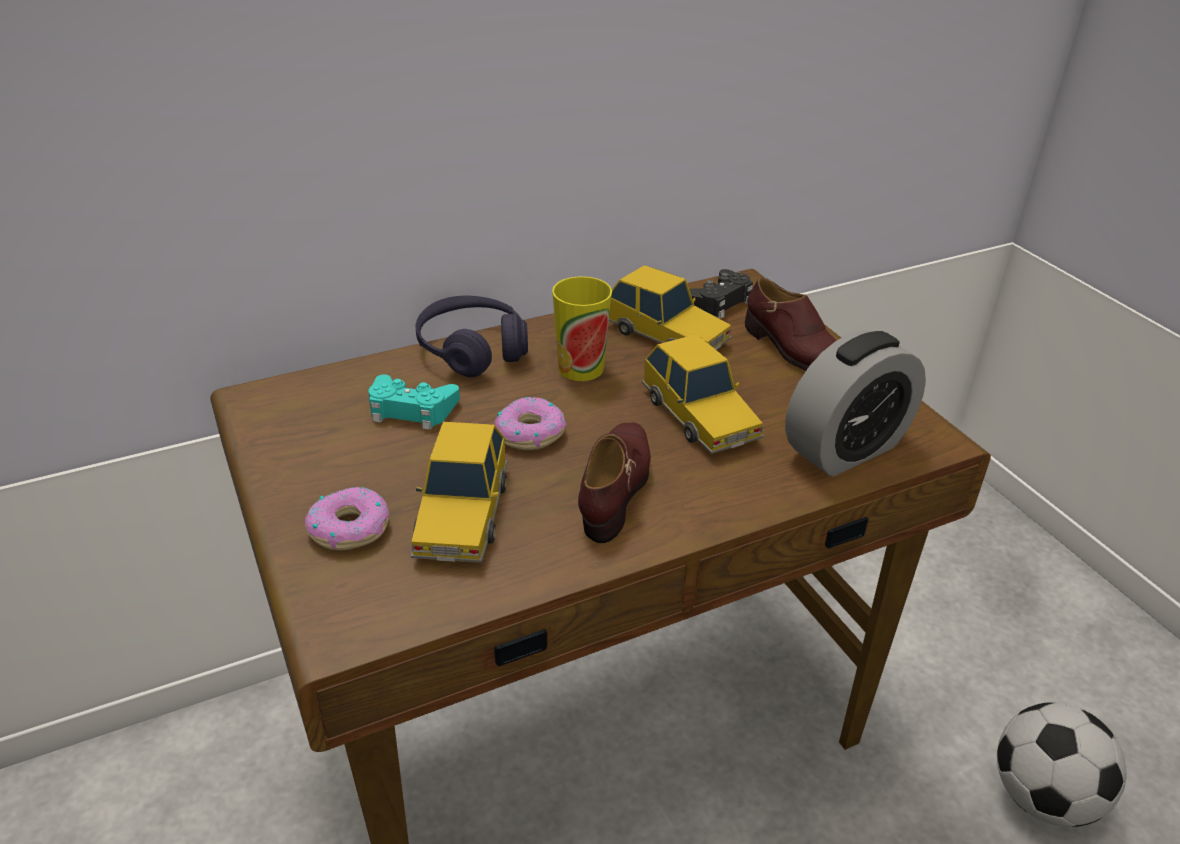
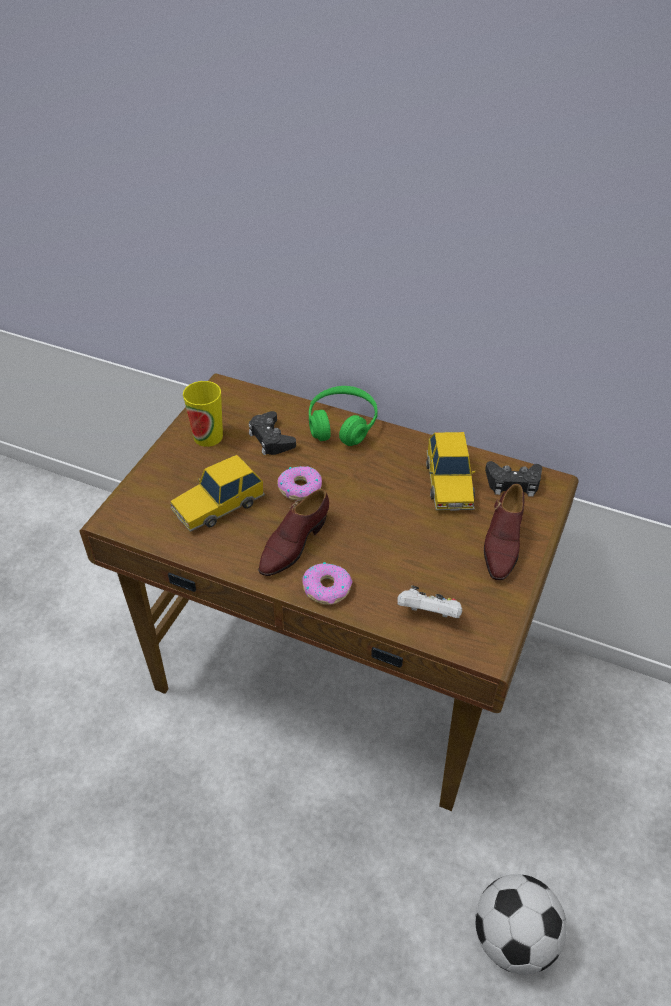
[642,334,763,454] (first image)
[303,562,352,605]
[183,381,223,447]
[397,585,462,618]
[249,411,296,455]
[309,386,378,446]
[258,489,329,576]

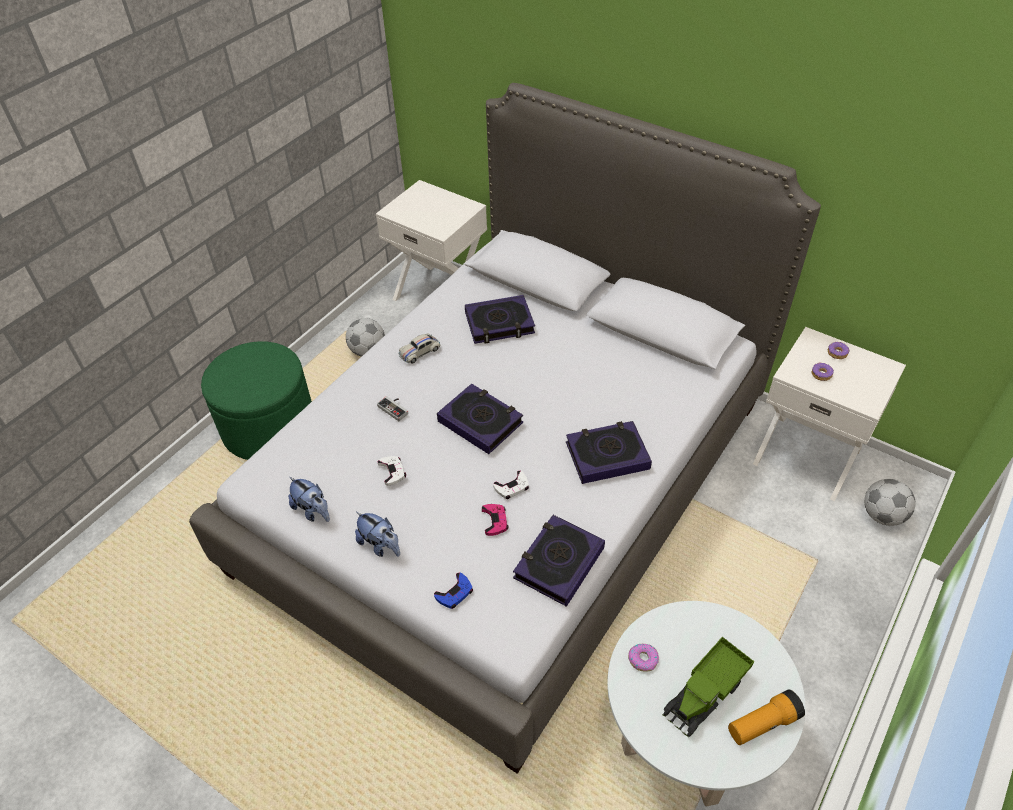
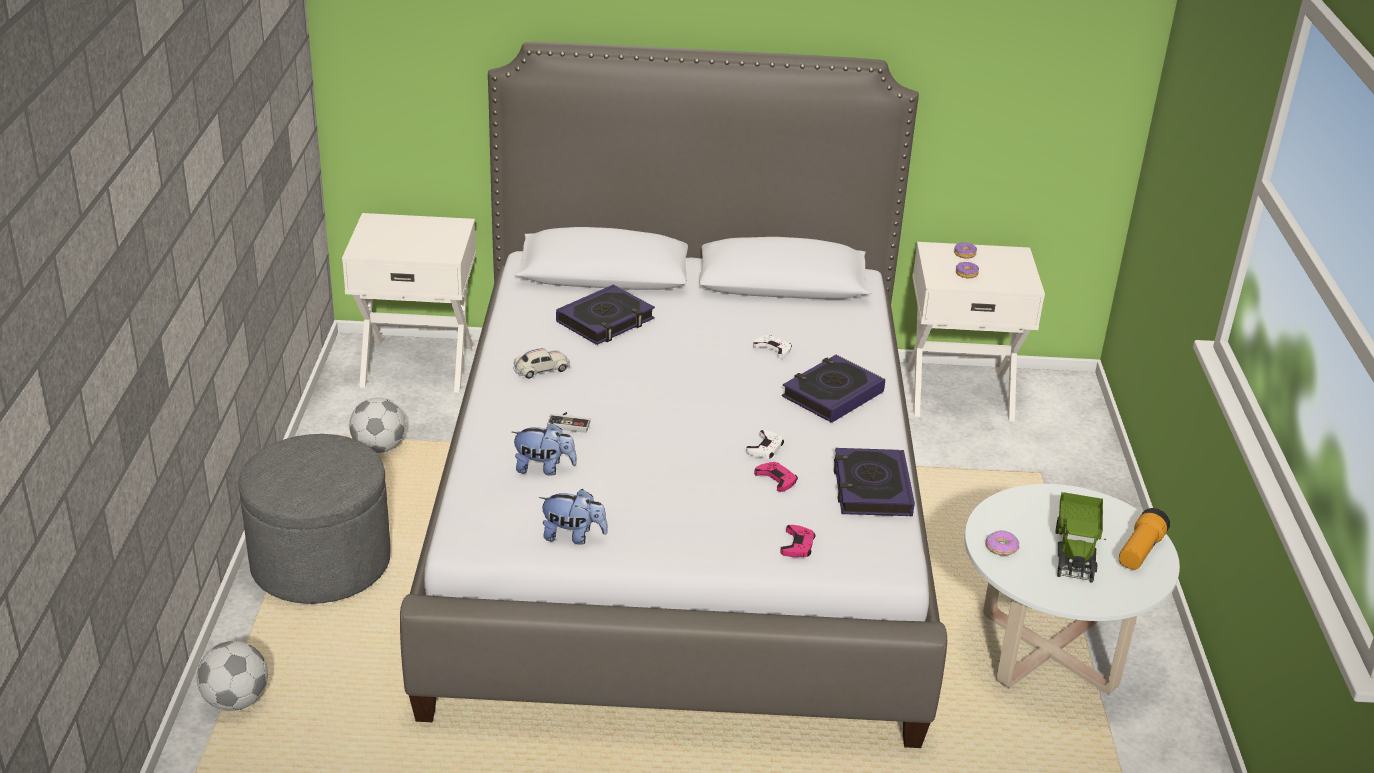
[437,384,523,454] (first image)
[511,423,577,476]
[753,335,792,358]
[197,641,268,711]
[238,434,391,604]
[780,525,815,557]
[513,348,570,379]

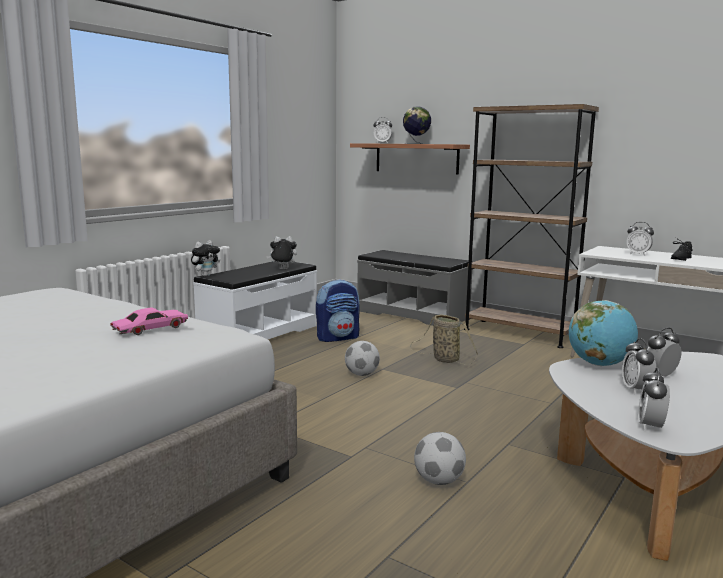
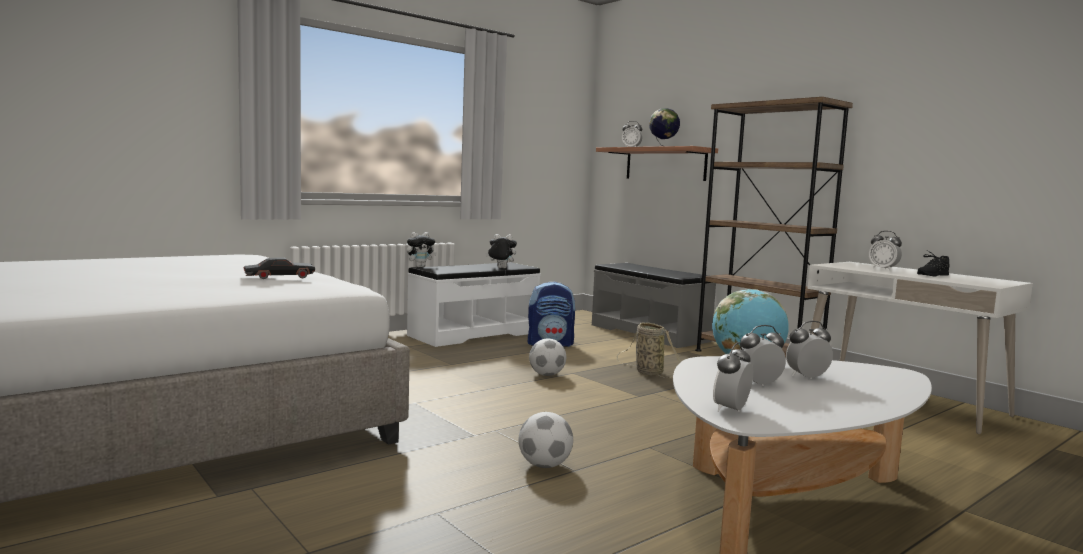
[244,257,315,279]
[740,325,786,386]

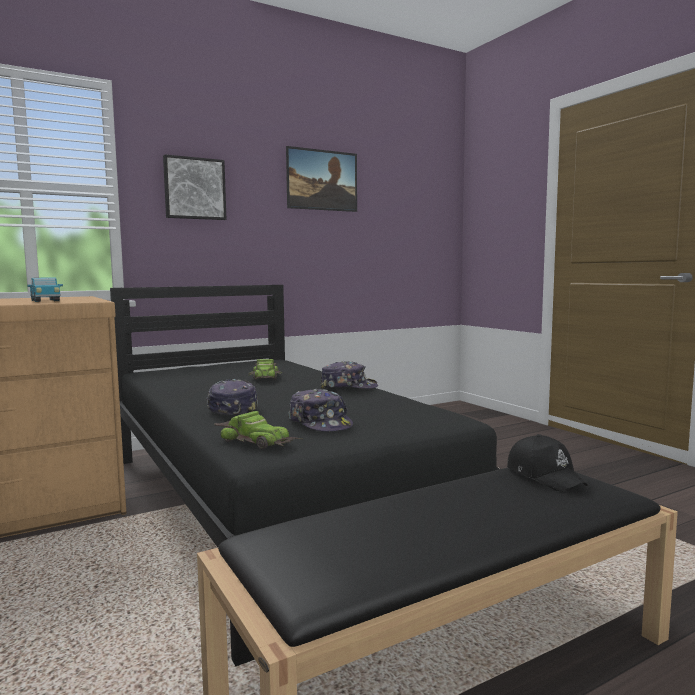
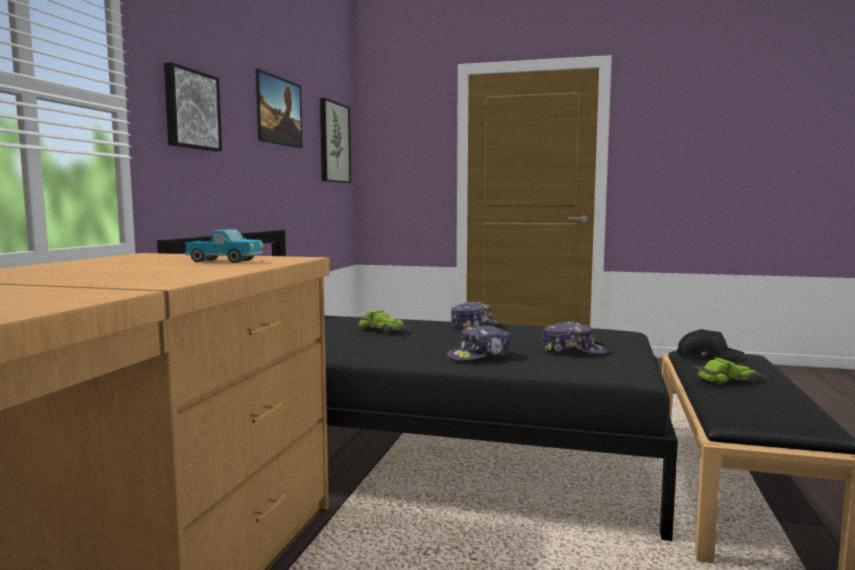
[320,98,351,183]
[692,358,769,385]
[447,325,511,361]

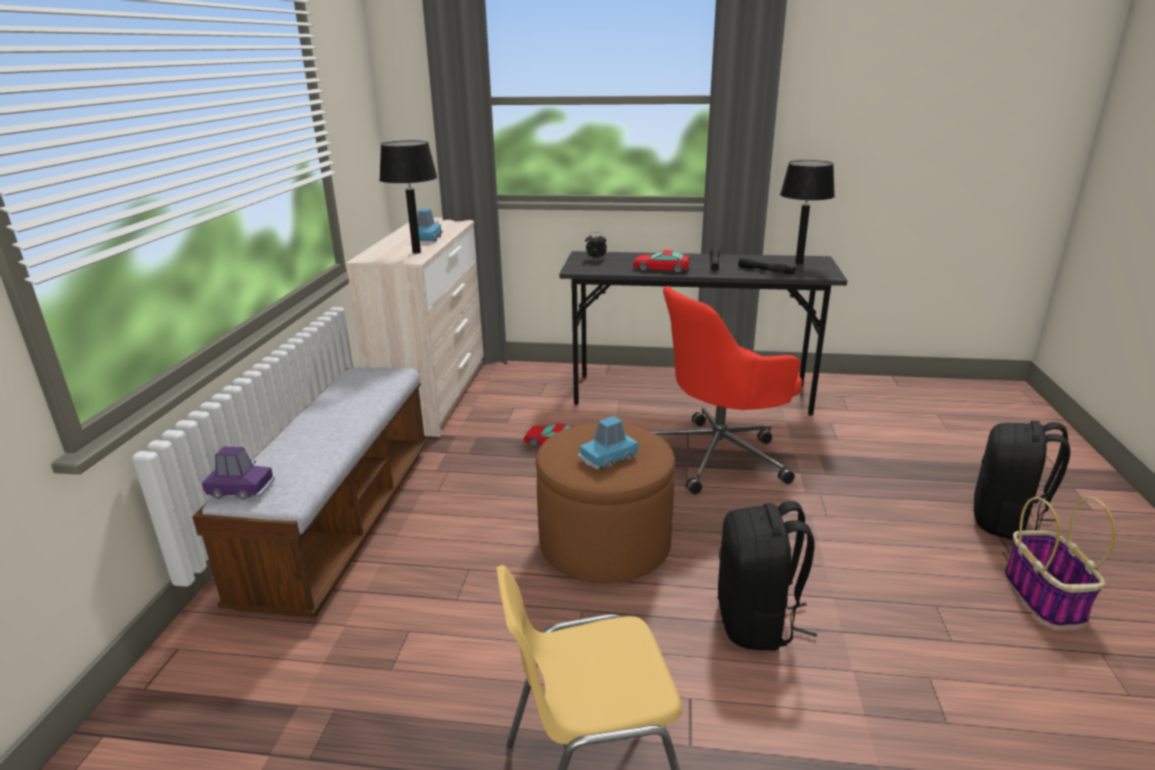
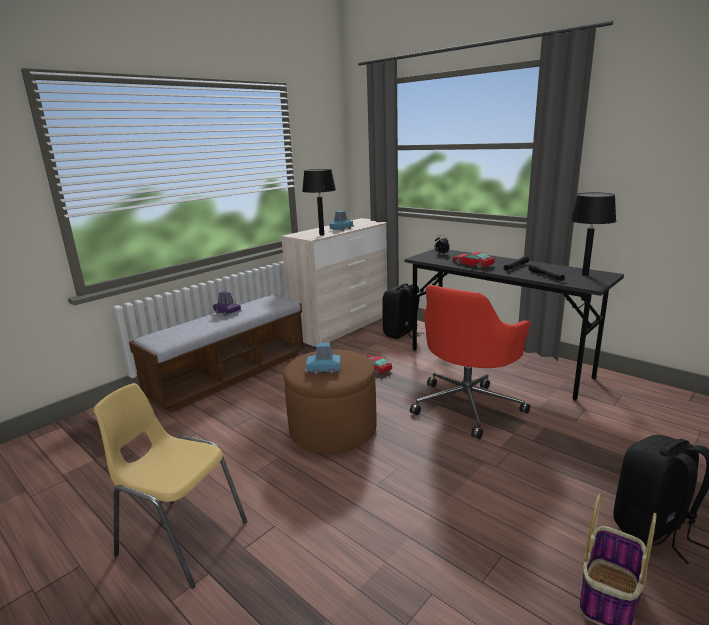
[213,291,242,316]
[382,284,424,339]
[410,285,530,439]

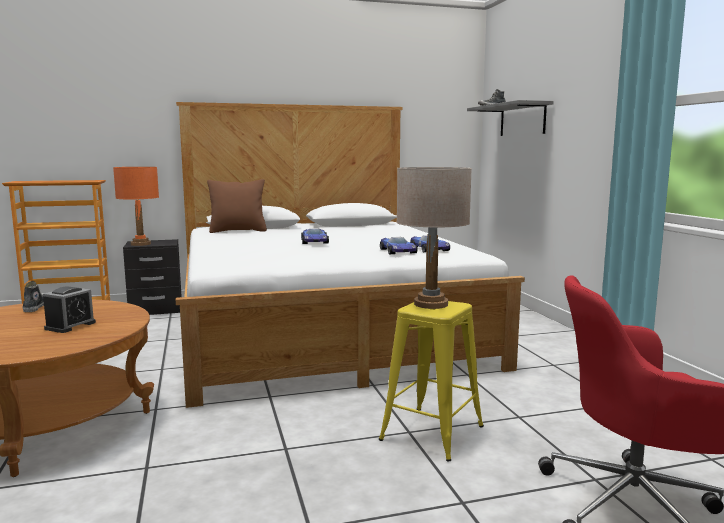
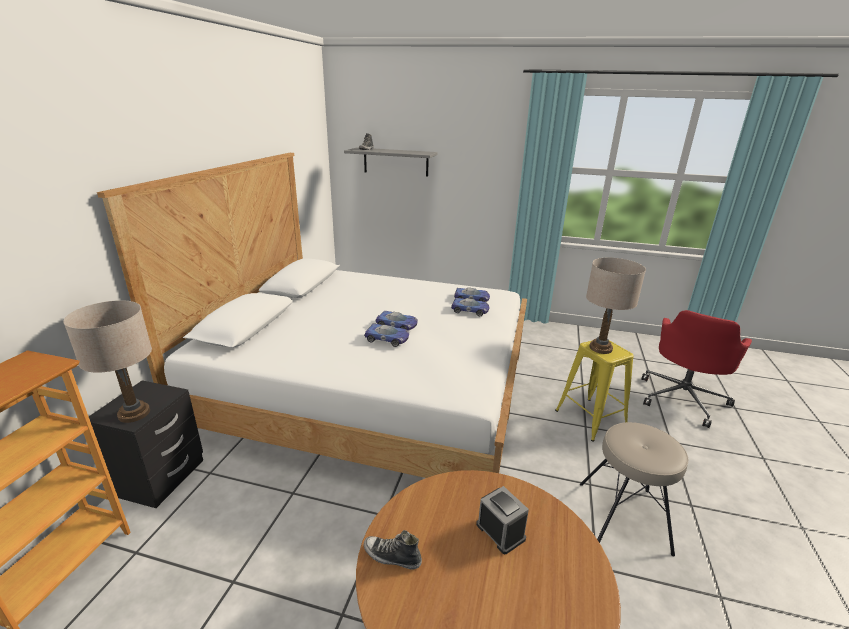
[207,179,267,233] (first image)
[364,324,409,347]
[580,422,688,556]
[63,300,152,423]

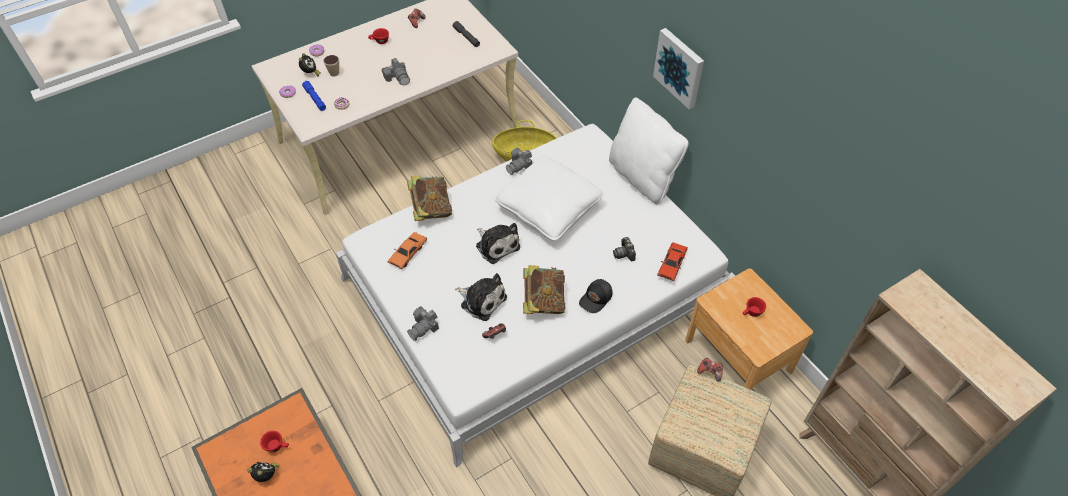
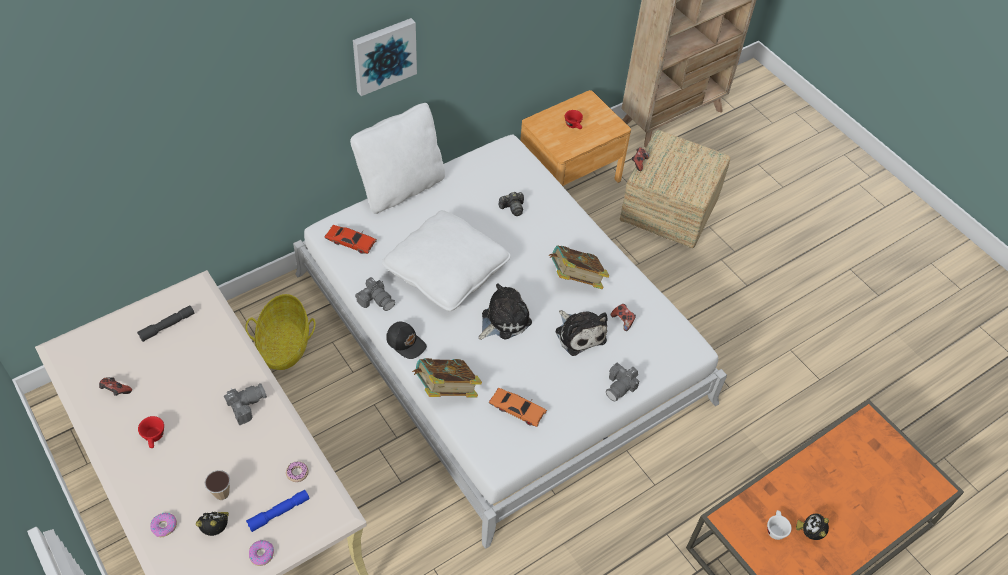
[386,322,427,359]
[324,225,377,254]
[767,510,792,540]
[606,362,639,402]
[555,310,607,356]

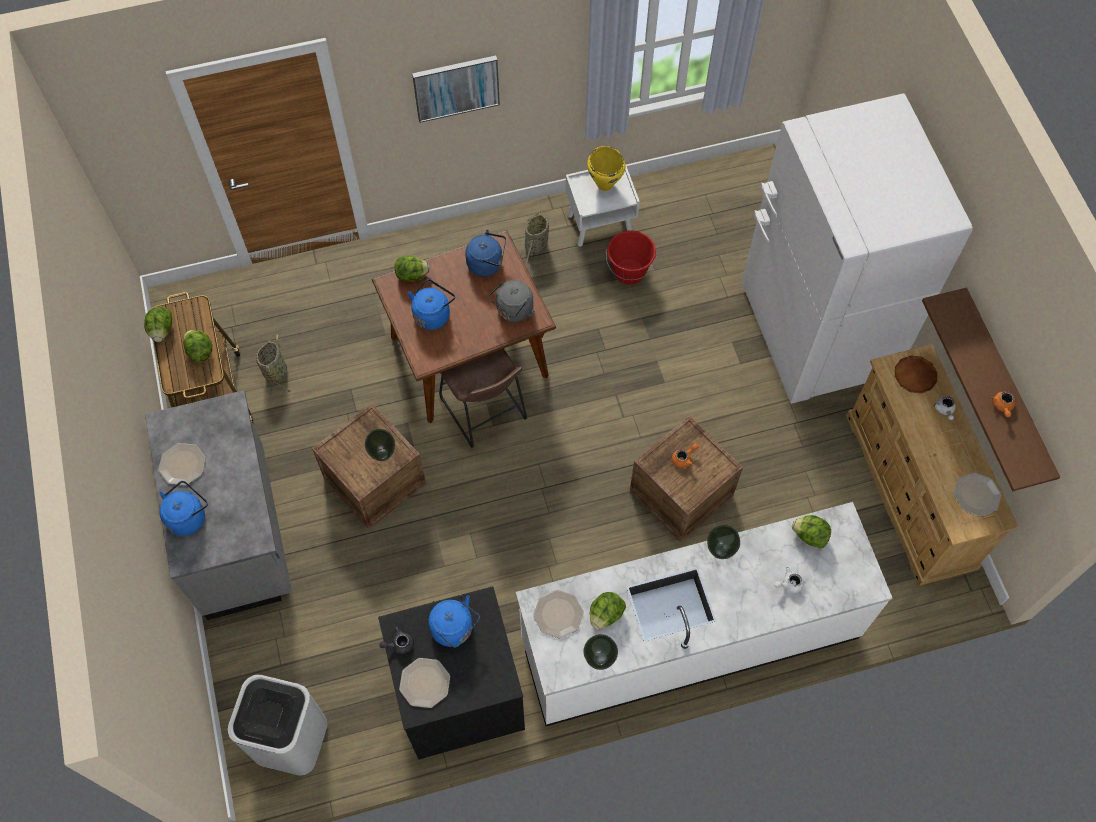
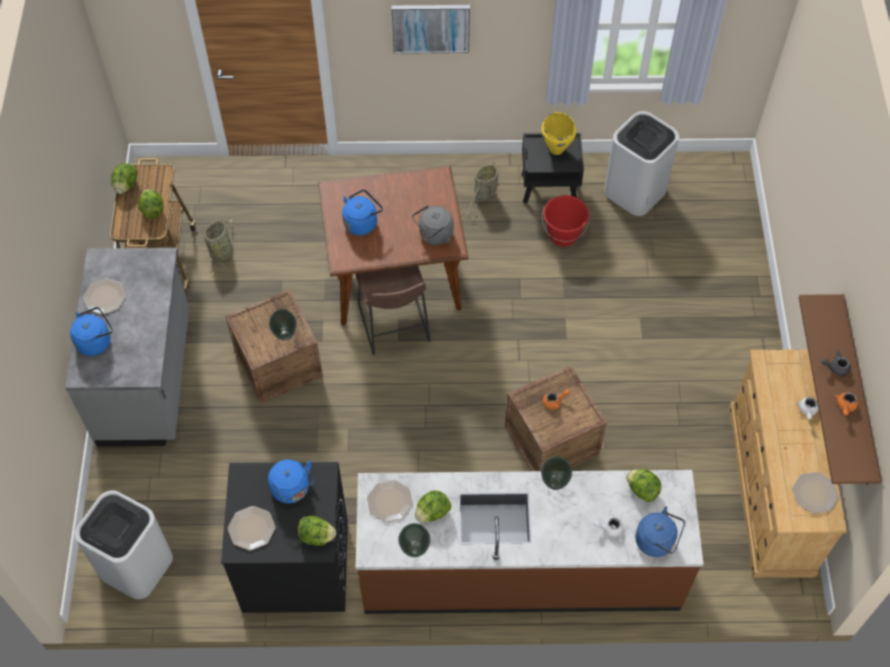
[742,93,972,403] (first image)
[895,356,937,394] (first image)
[604,111,679,216]
[822,350,851,377]
[298,516,336,546]
[635,506,685,557]
[356,470,703,614]
[522,133,584,204]

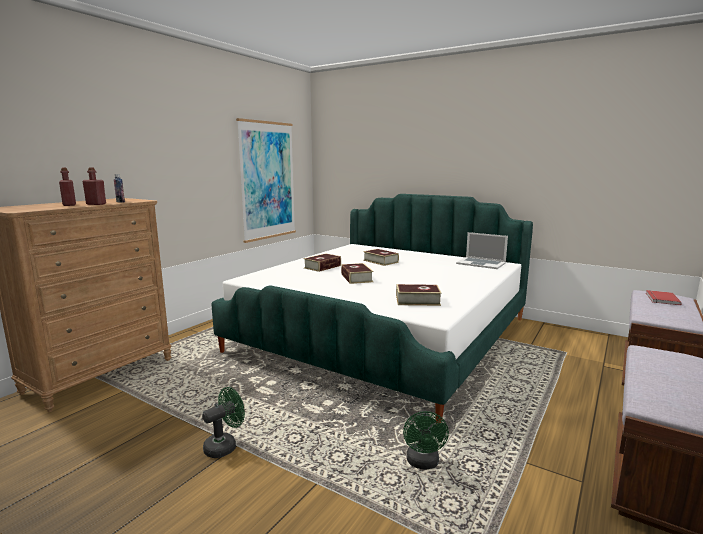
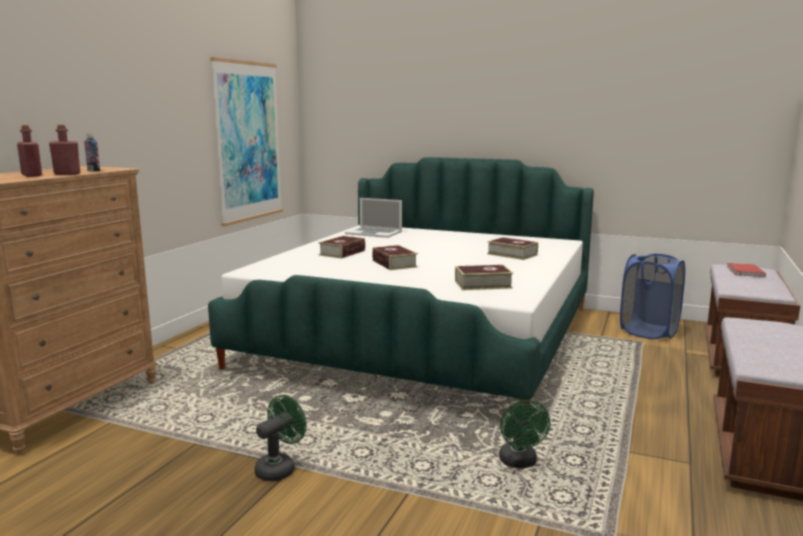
[620,253,685,339]
[487,237,538,260]
[345,198,402,238]

